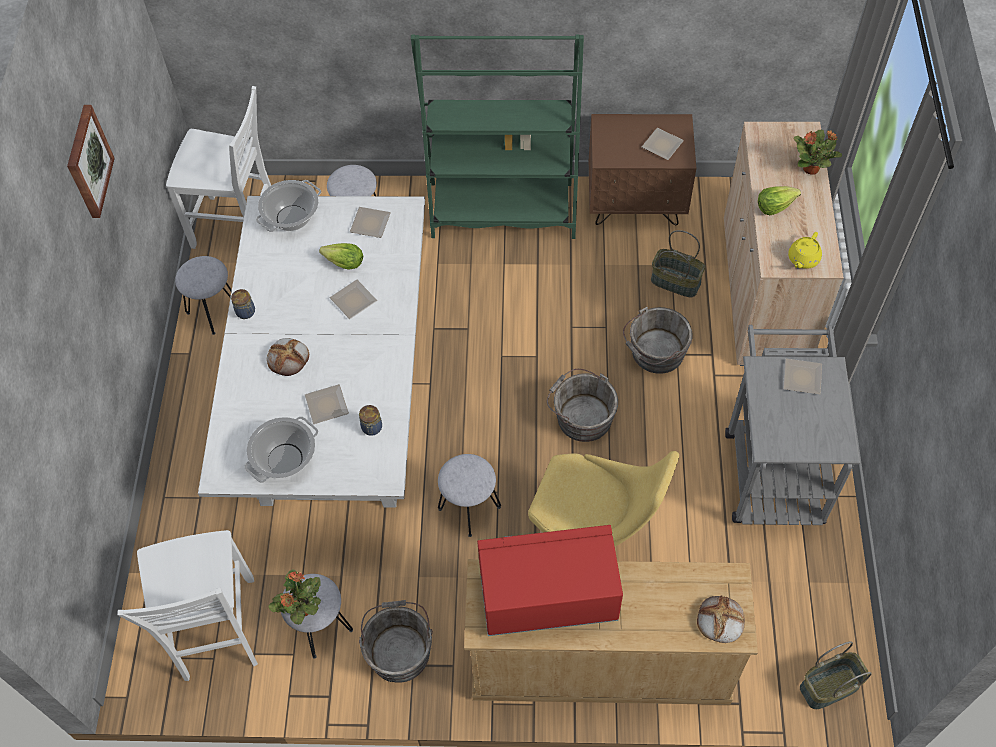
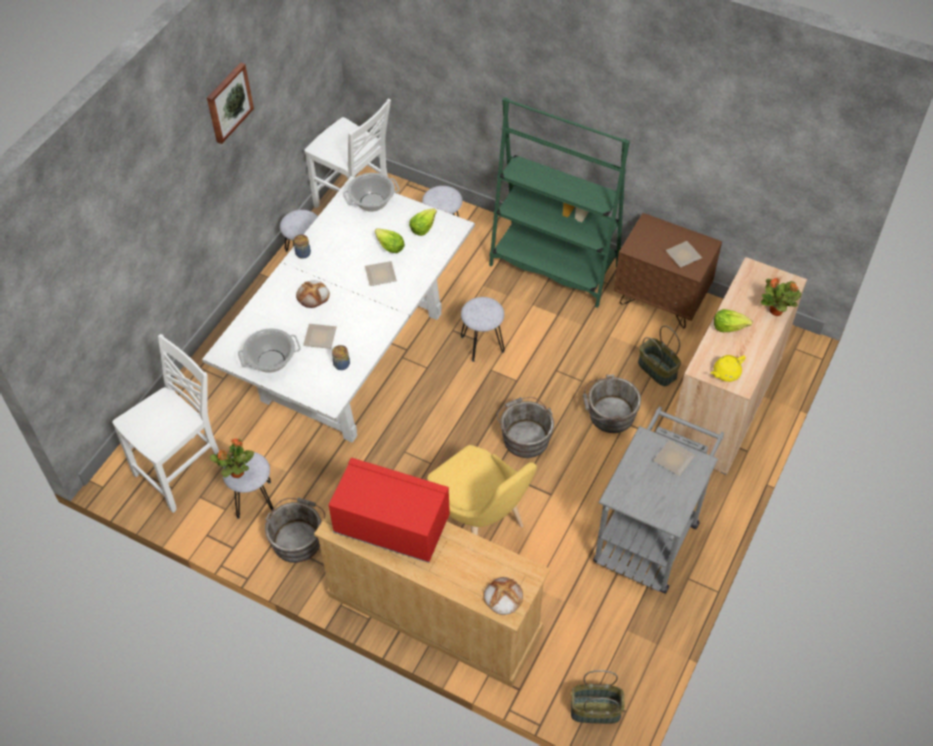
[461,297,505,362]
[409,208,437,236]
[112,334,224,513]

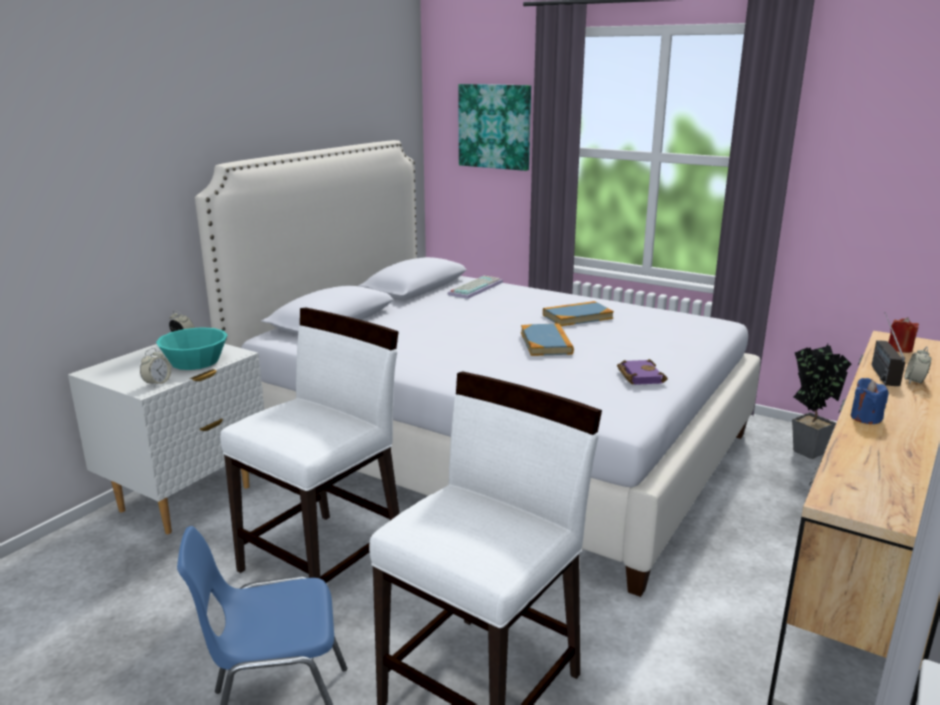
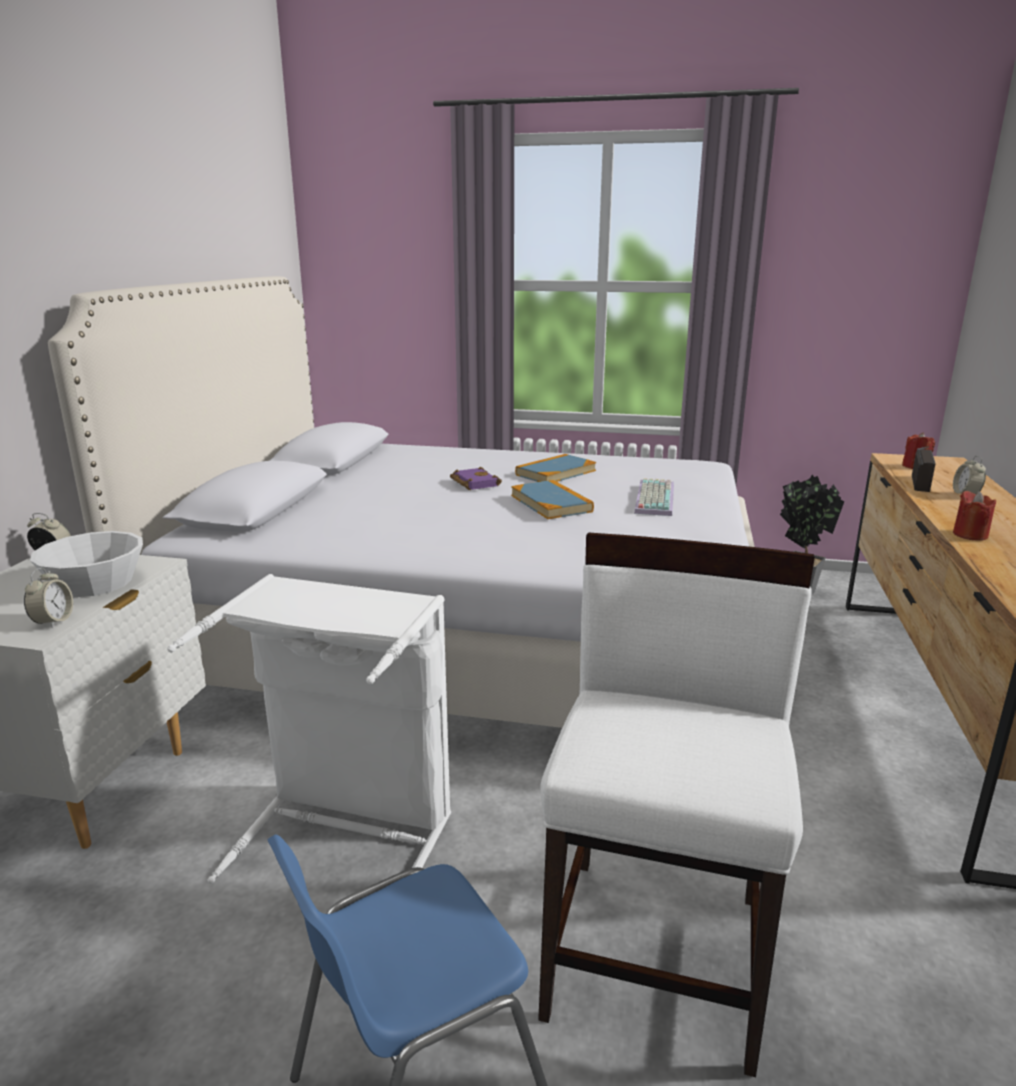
[458,84,531,171] (first image)
[634,478,674,516]
[450,467,502,490]
[167,574,451,884]
[30,531,143,597]
[953,491,996,541]
[912,447,936,492]

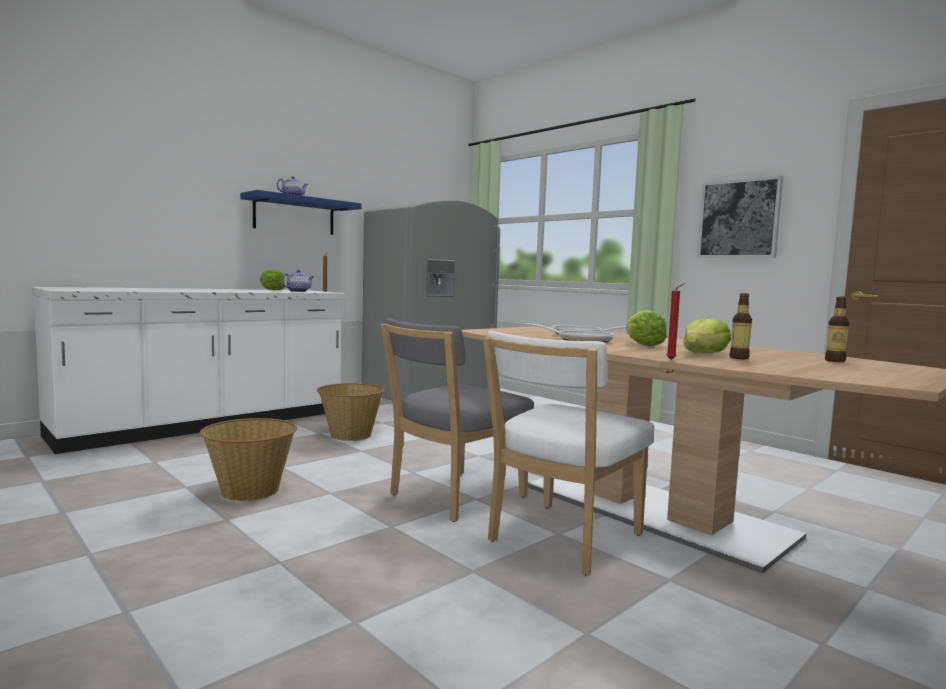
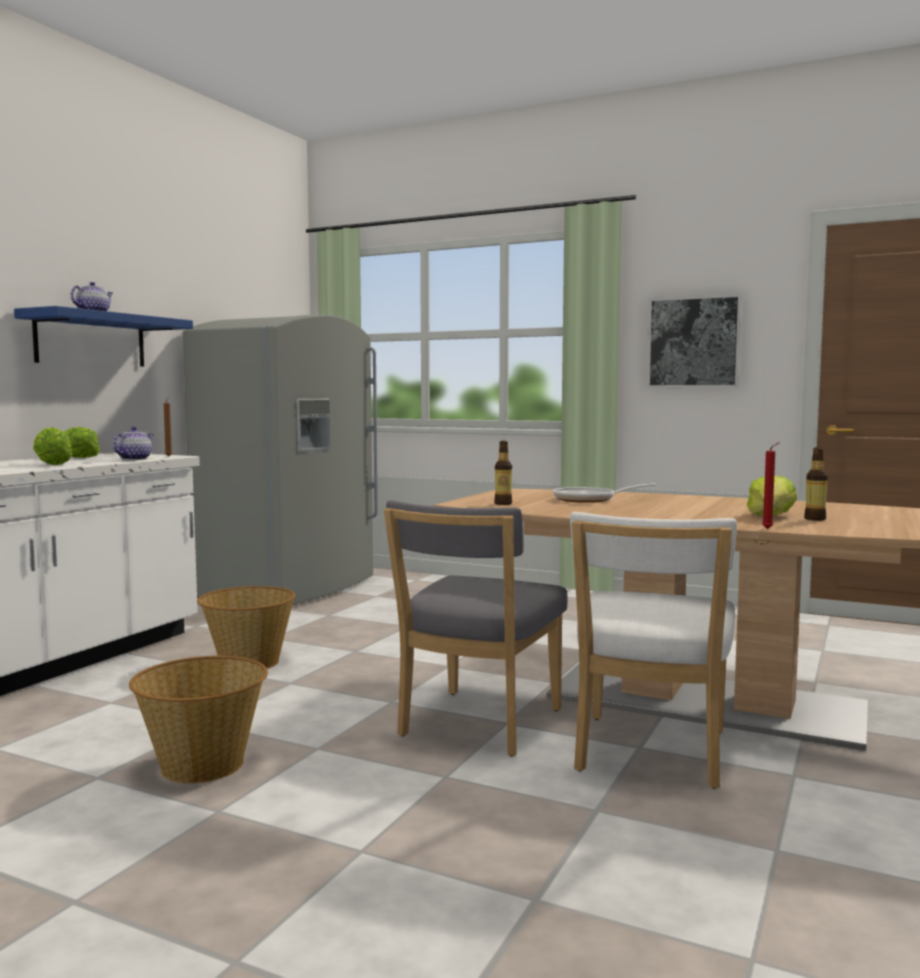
[526,323,614,343] (first image)
[33,427,73,465]
[494,441,512,505]

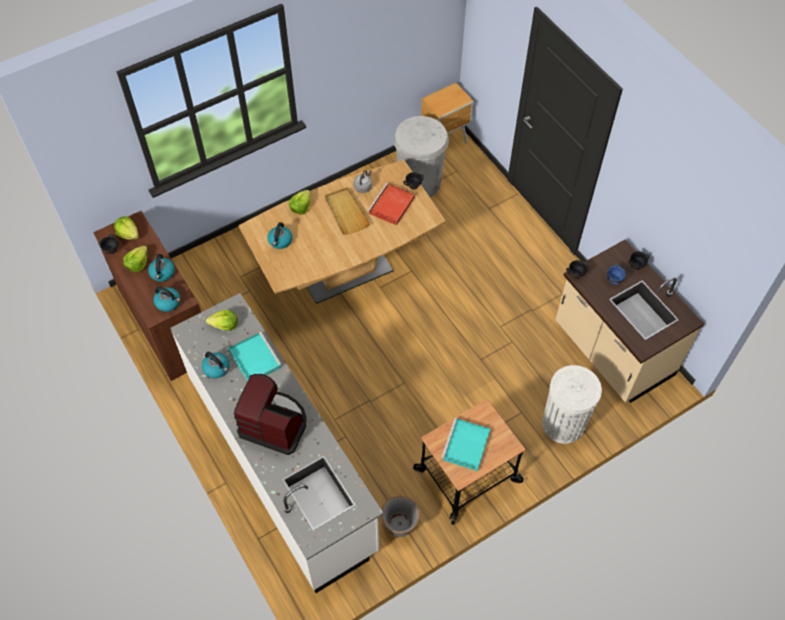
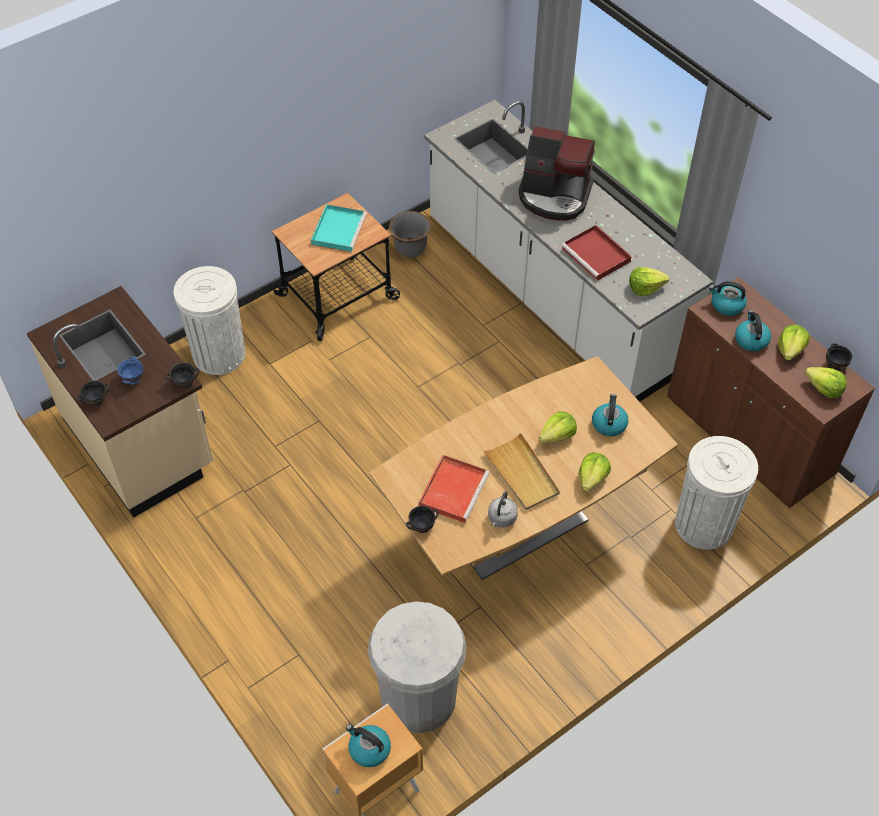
[539,411,577,443]
[675,436,758,550]
[346,724,391,767]
[561,225,632,281]

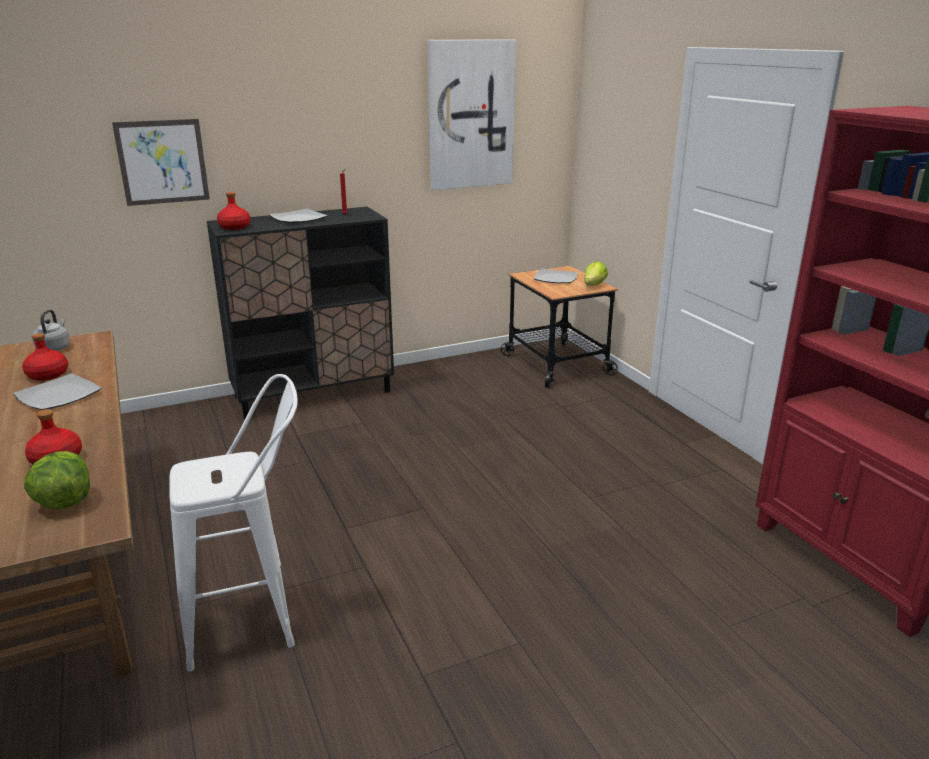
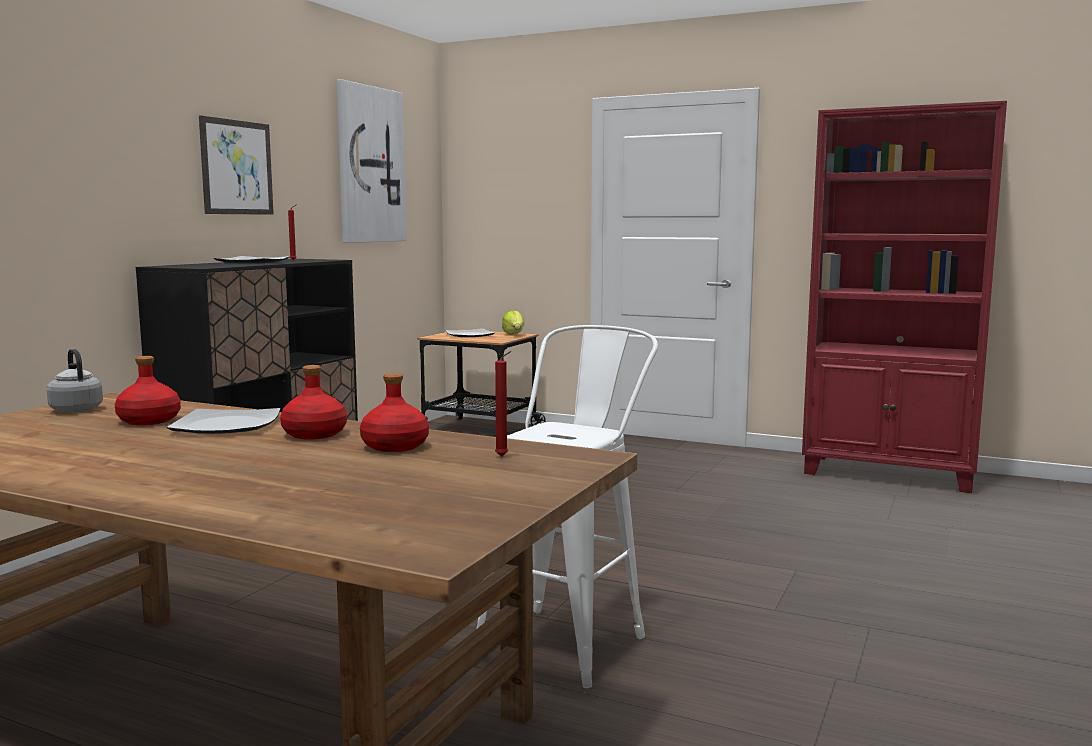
[199,115,274,215]
[280,365,347,440]
[495,351,512,457]

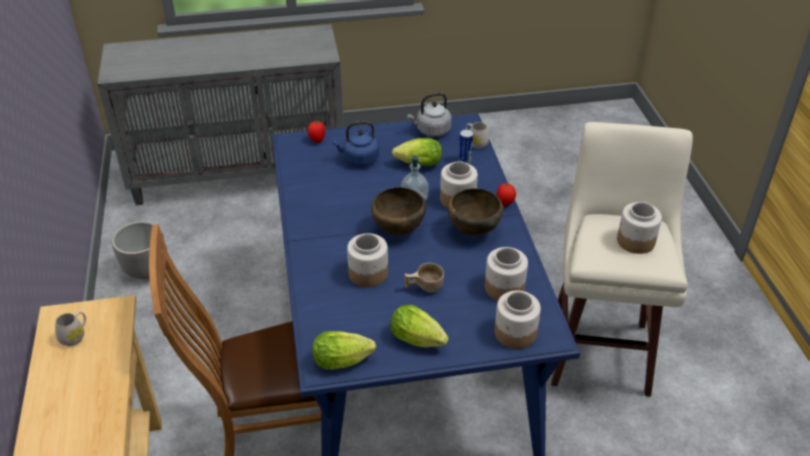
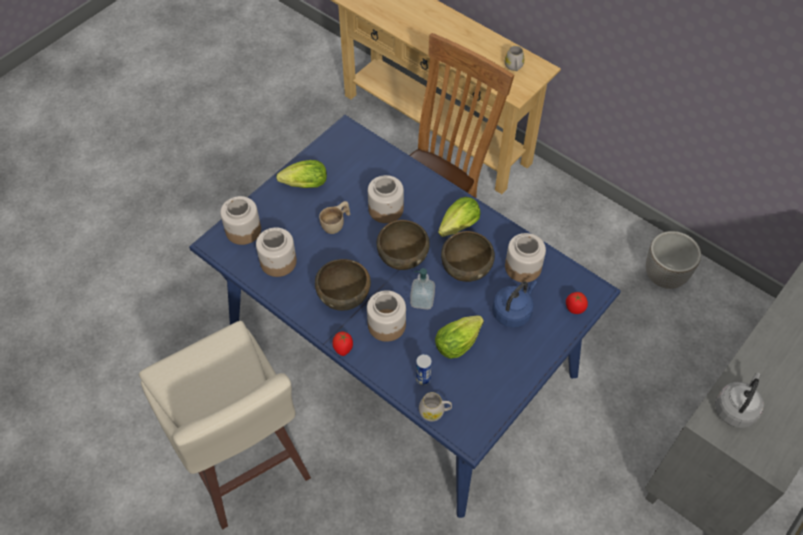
[441,231,495,282]
[438,197,481,237]
[715,373,764,428]
[505,233,546,282]

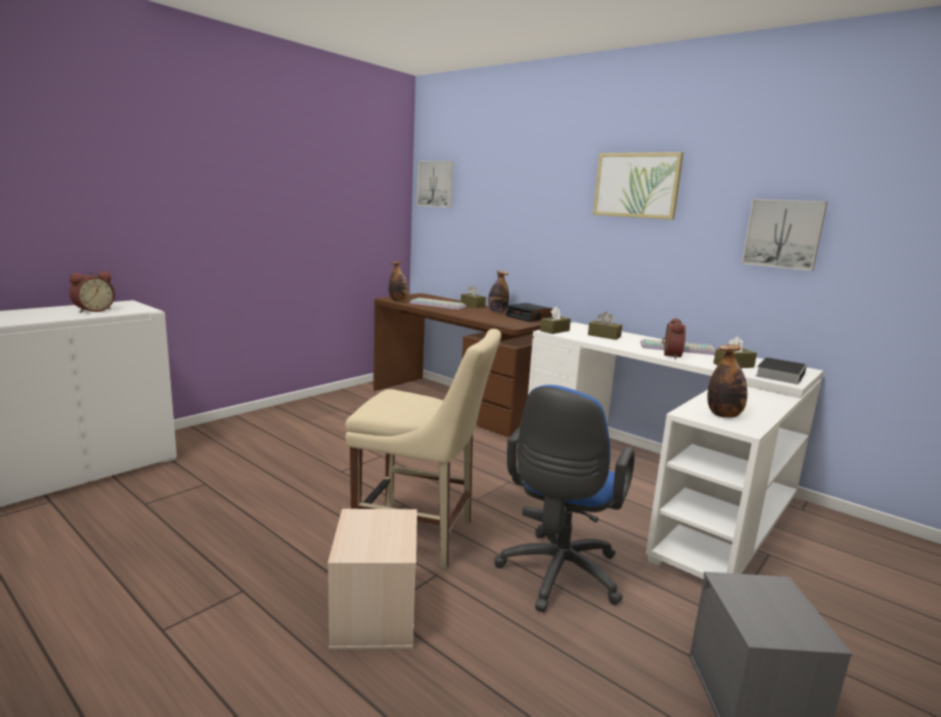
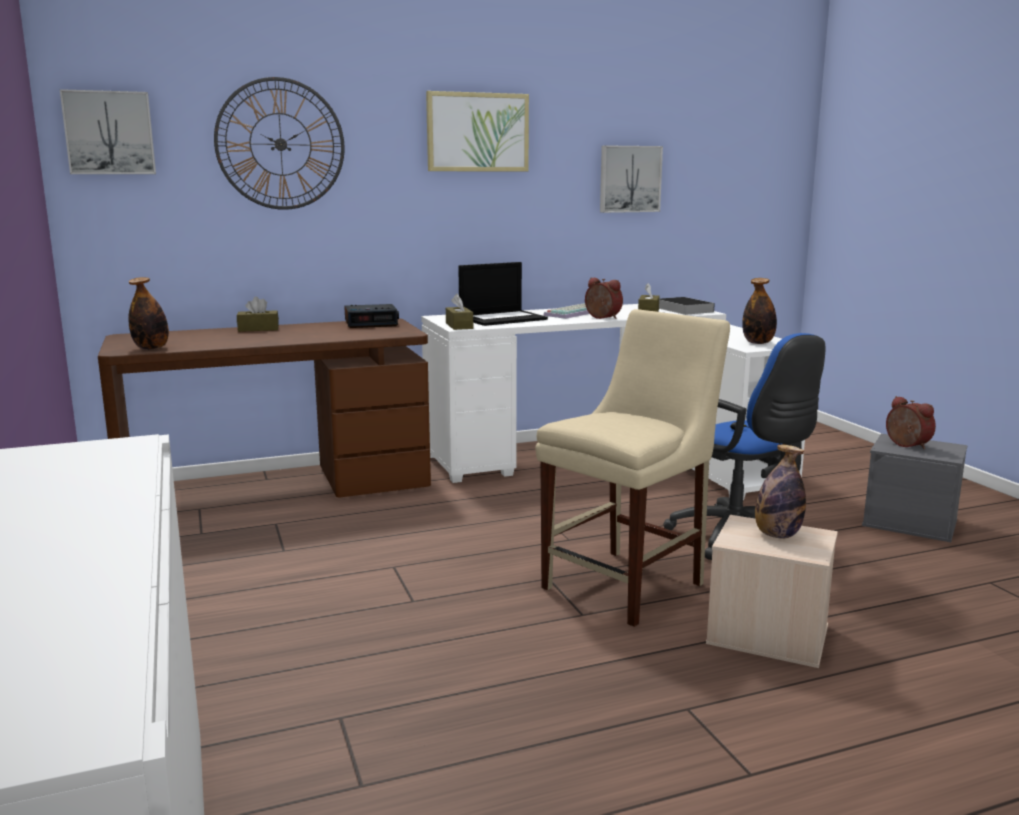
[410,298,466,310] (first image)
[214,77,344,210]
[886,396,936,449]
[755,444,806,539]
[458,262,548,326]

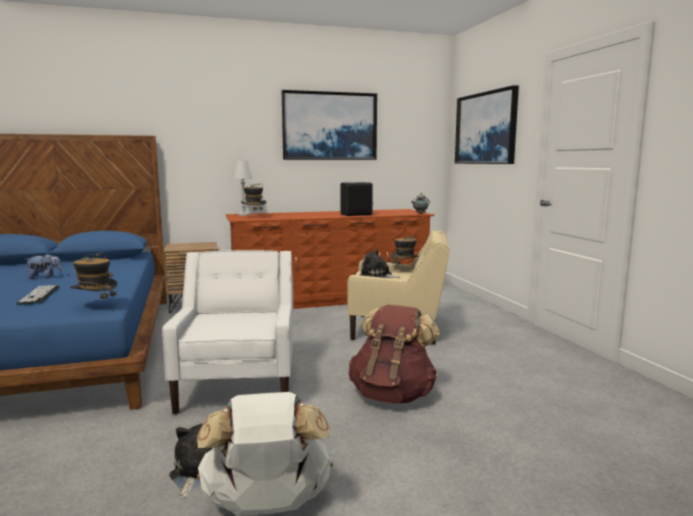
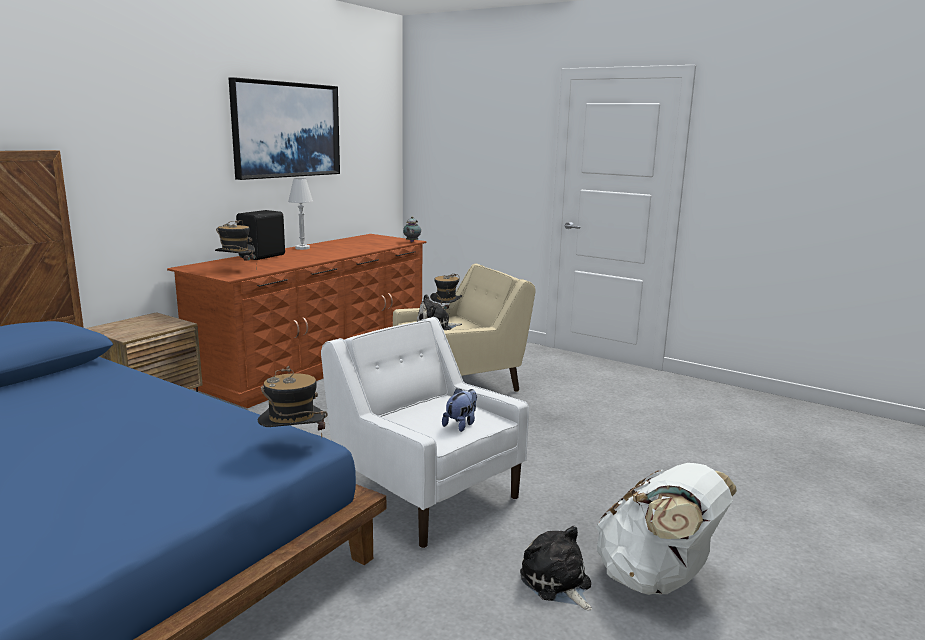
[16,285,60,305] (first image)
[349,304,440,404] (first image)
[455,85,519,164] (first image)
[442,388,477,432]
[288,178,313,250]
[236,210,285,260]

